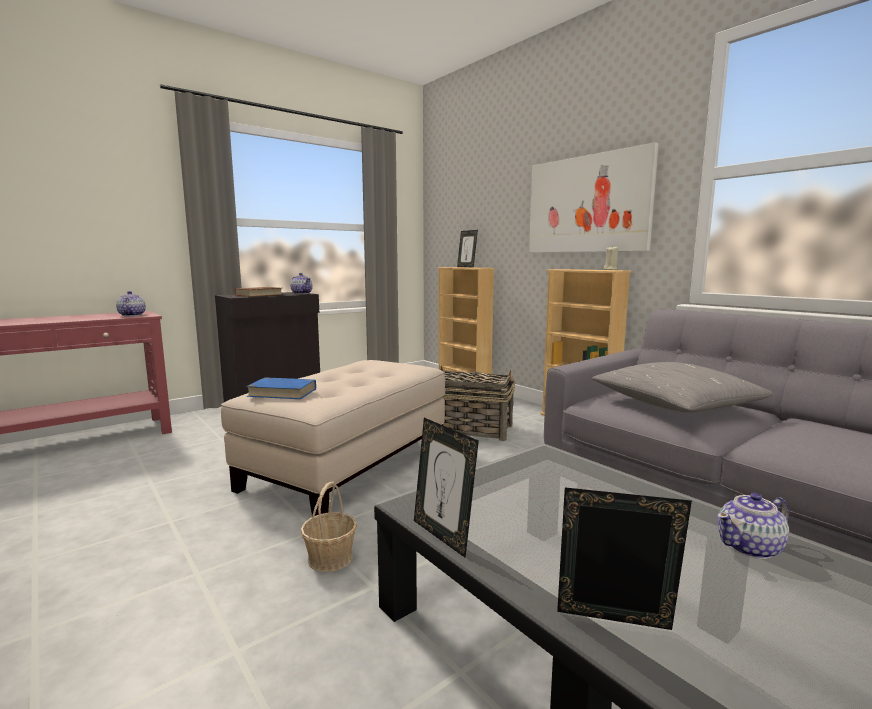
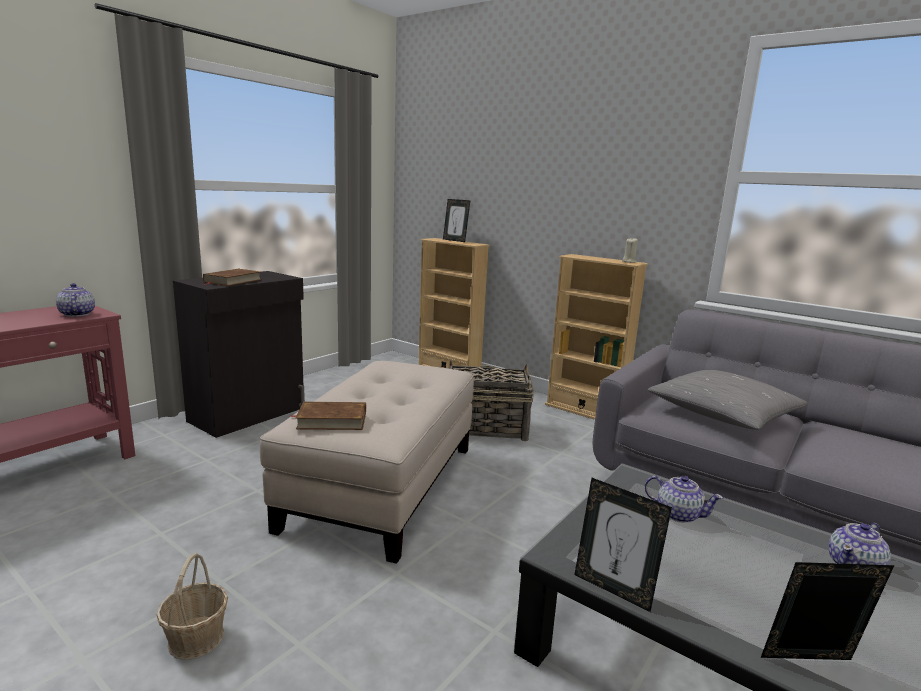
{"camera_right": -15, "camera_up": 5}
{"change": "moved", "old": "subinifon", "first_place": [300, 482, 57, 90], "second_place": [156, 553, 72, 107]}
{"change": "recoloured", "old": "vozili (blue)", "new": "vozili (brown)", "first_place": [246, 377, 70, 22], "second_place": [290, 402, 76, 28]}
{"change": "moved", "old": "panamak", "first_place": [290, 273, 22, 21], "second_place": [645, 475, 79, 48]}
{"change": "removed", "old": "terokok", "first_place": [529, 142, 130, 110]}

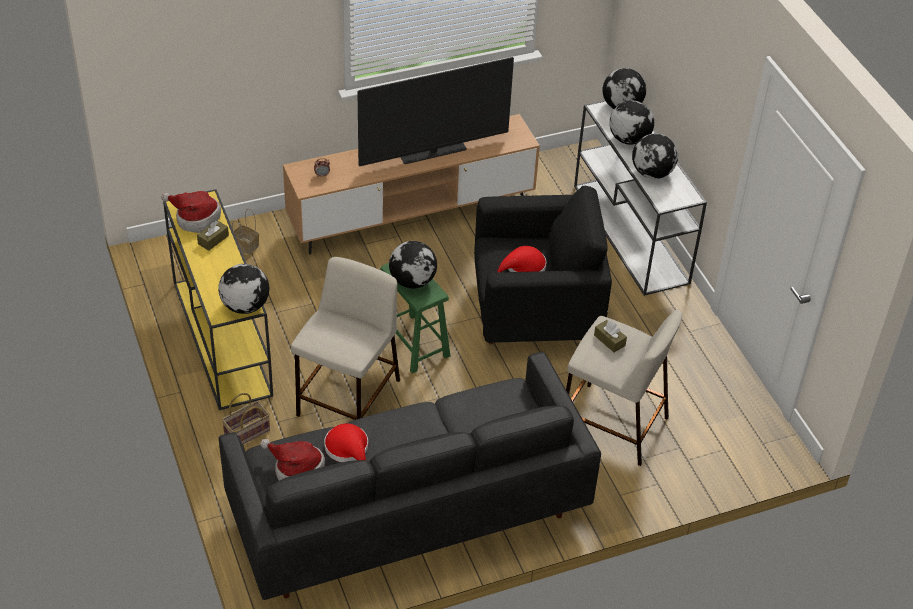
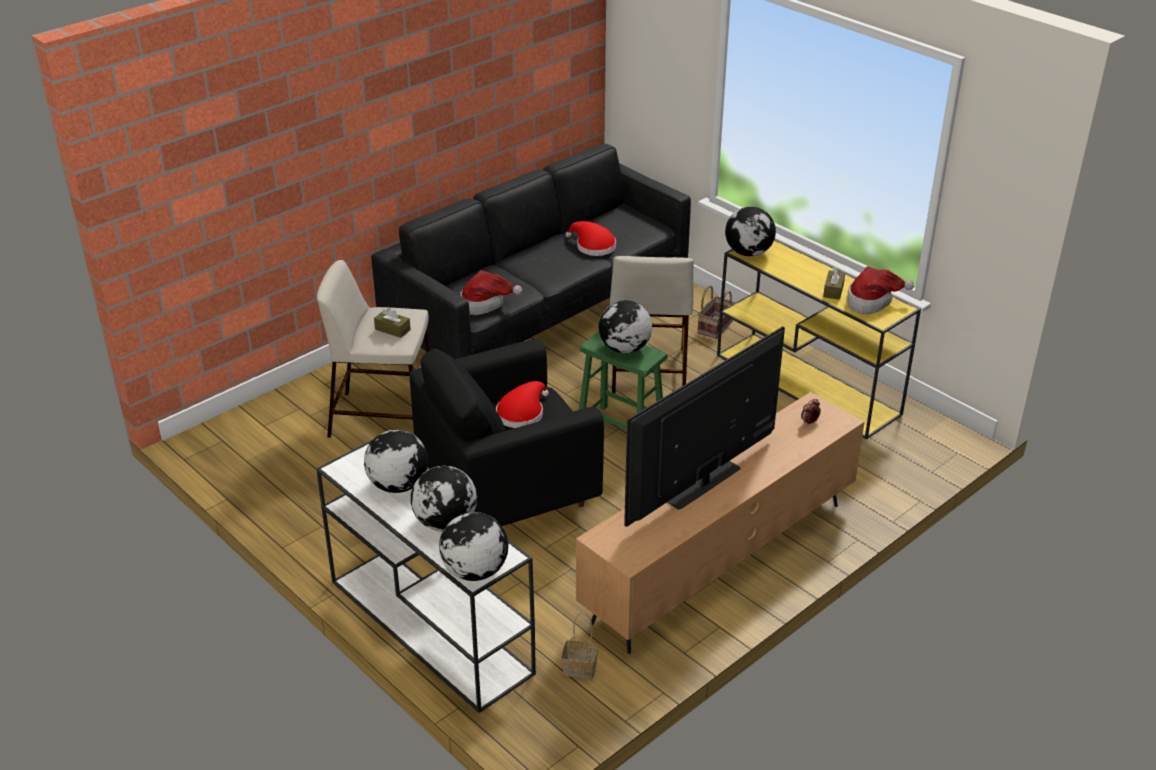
{"camera_right": 160, "camera_up": -10}
{"change": "moved", "old": "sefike", "first_place": [260, 439, 65, 42], "second_place": [460, 270, 62, 45]}
{"change": "moved", "old": "subinifon", "first_place": [232, 209, 27, 46], "second_place": [561, 613, 37, 66]}

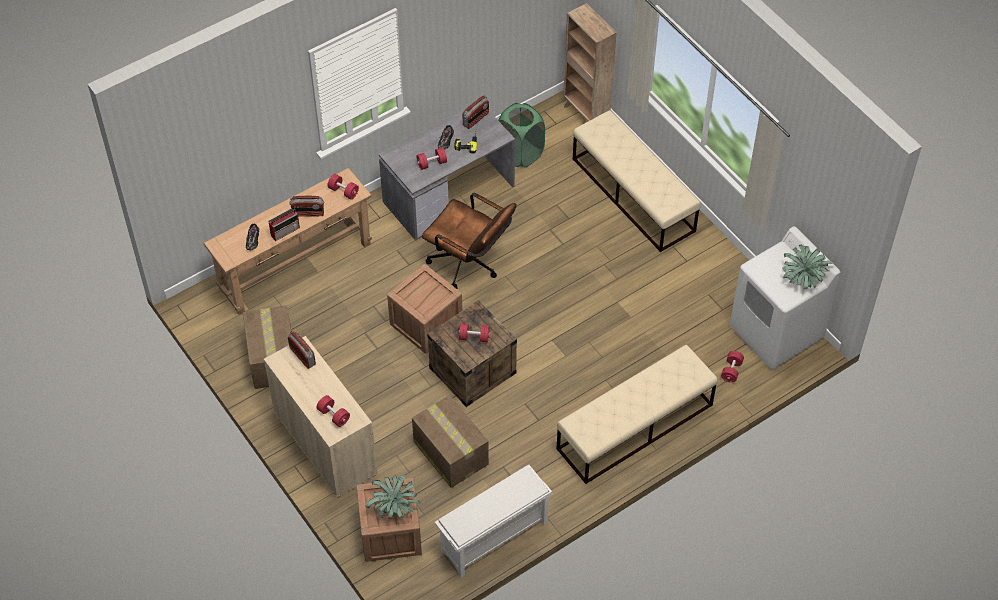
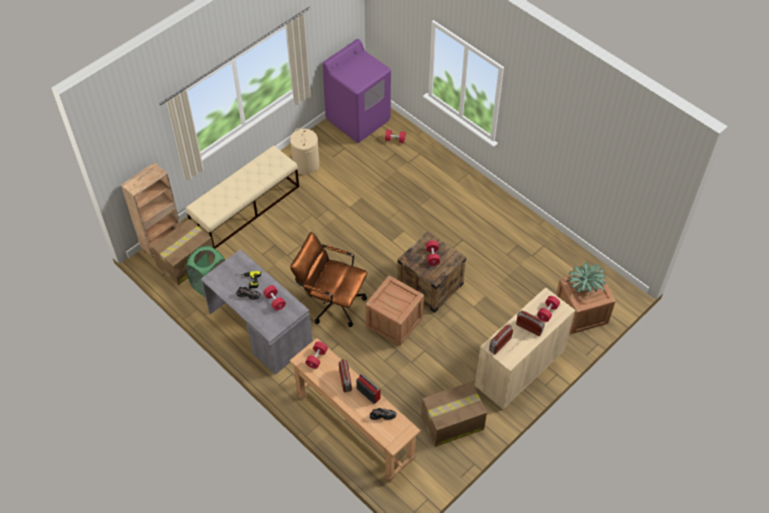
{"camera_right": -100, "camera_up": 0}
{"change": "moved", "old": "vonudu", "first_place": [412, 395, 77, 93], "second_place": [152, 219, 61, 66]}
{"change": "added", "new": "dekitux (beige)", "second_place": [290, 128, 29, 46]}
{"change": "turned", "old": "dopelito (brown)", "first_place": [422, 193, 94, 96], "second_place": [290, 232, 78, 95], "degrees": -90}
{"change": "recoloured", "old": "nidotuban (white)", "new": "nidotuban (purple)", "first_place": [730, 226, 110, 144], "second_place": [323, 39, 68, 104]}
{"change": "moved", "old": "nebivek", "first_place": [463, 95, 26, 34], "second_place": [516, 310, 29, 26]}
{"change": "removed", "old": "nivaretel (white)", "first_place": [435, 465, 117, 112]}
{"change": "removed", "old": "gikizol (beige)", "first_place": [557, 345, 161, 139]}
{"change": "removed", "old": "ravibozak", "first_place": [782, 244, 53, 45]}

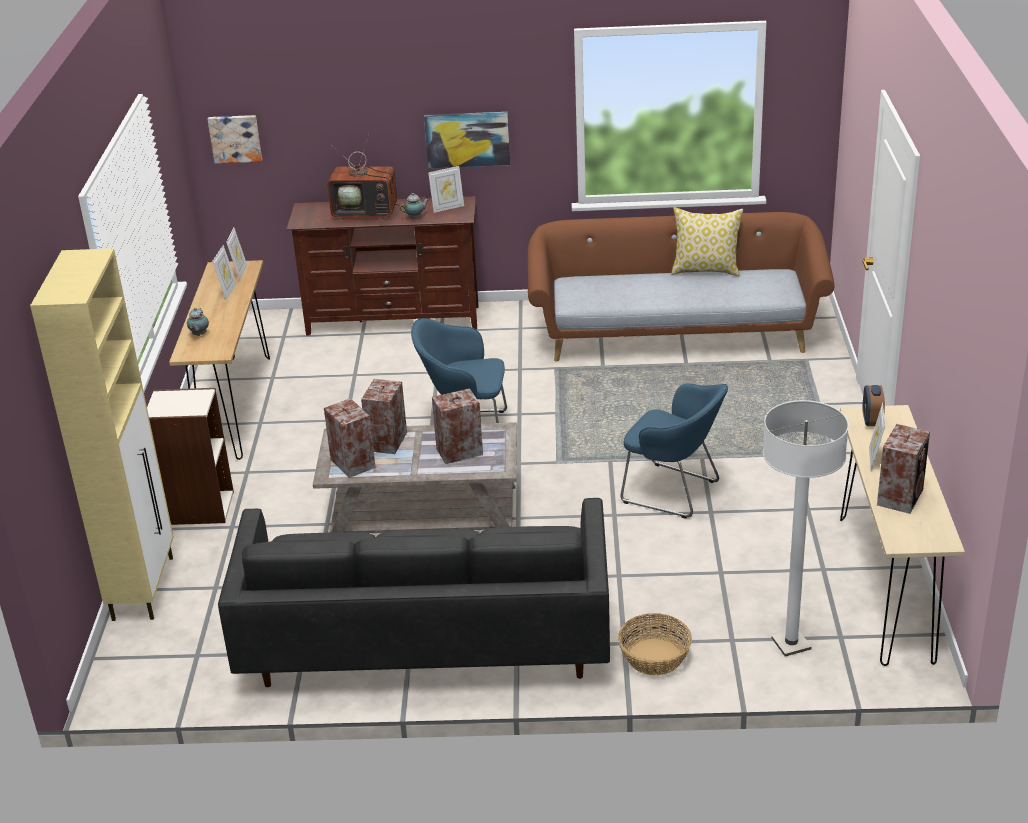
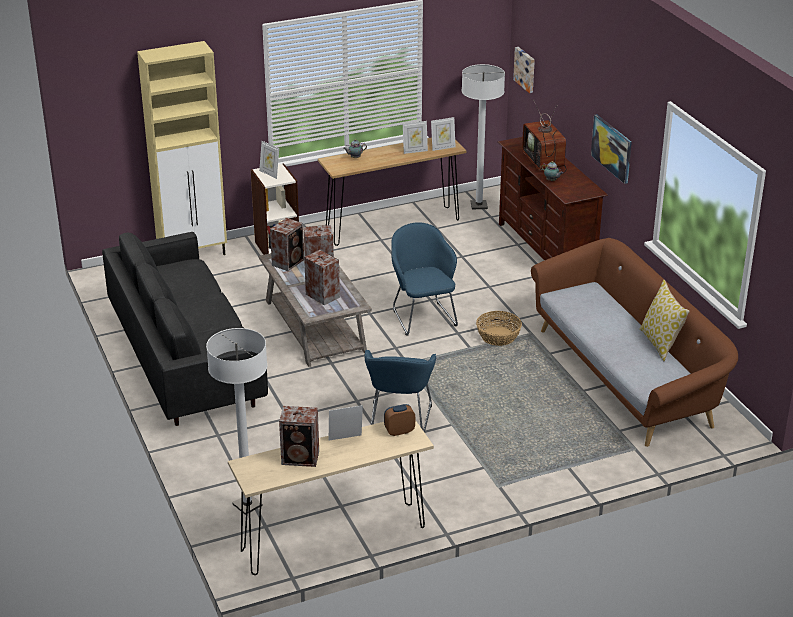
{"camera_right": 65, "camera_up": 0}
{"change": "moved", "old": "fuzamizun", "first_place": [428, 166, 36, 47], "second_place": [259, 141, 20, 38]}
{"change": "added", "new": "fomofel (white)", "second_place": [462, 64, 43, 145]}
{"change": "moved", "old": "subinifon", "first_place": [618, 613, 74, 62], "second_place": [476, 311, 46, 35]}

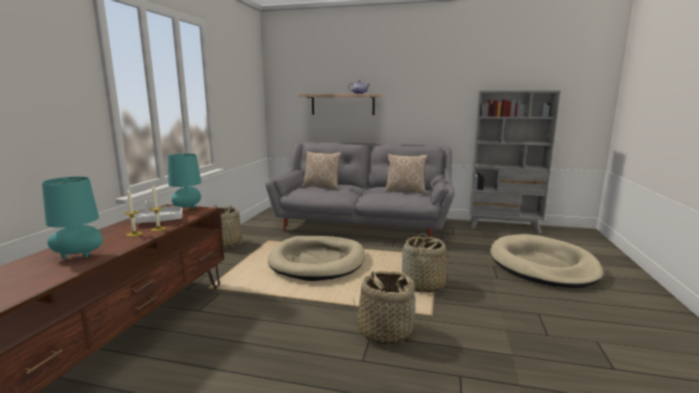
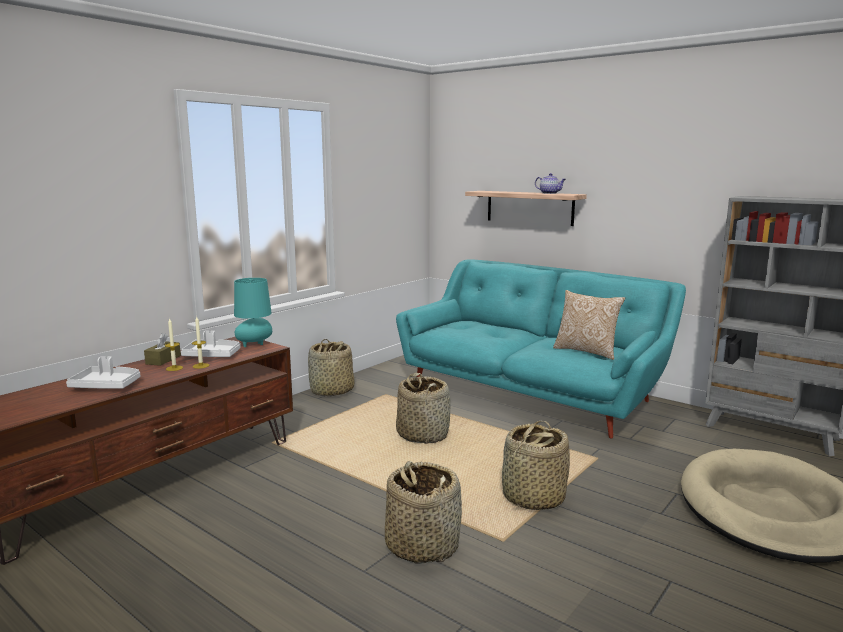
{"camera_right": 25, "camera_up": 0}
{"change": "replaced", "old": "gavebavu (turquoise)", "new": "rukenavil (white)", "first_place": [42, 177, 61, 82], "second_place": [66, 356, 74, 33]}
{"change": "added", "new": "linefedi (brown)", "second_place": [144, 333, 37, 33]}
{"change": "recoloured", "old": "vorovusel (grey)", "new": "vorovusel (turquoise)", "first_place": [266, 142, 189, 95], "second_place": [396, 259, 290, 180]}
{"change": "replaced", "old": "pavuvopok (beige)", "new": "subinifon", "first_place": [268, 236, 97, 45], "second_place": [396, 373, 55, 71]}
{"change": "removed", "old": "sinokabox", "first_place": [302, 151, 40, 39]}

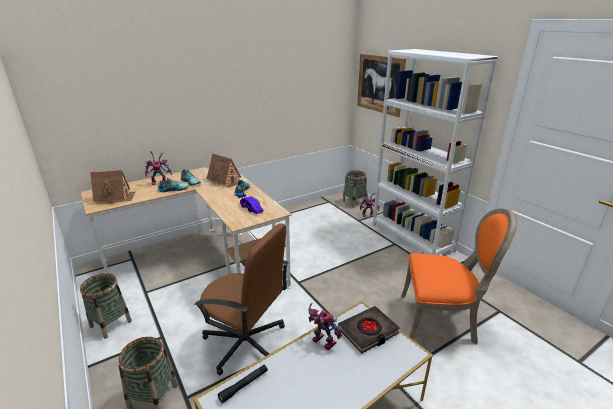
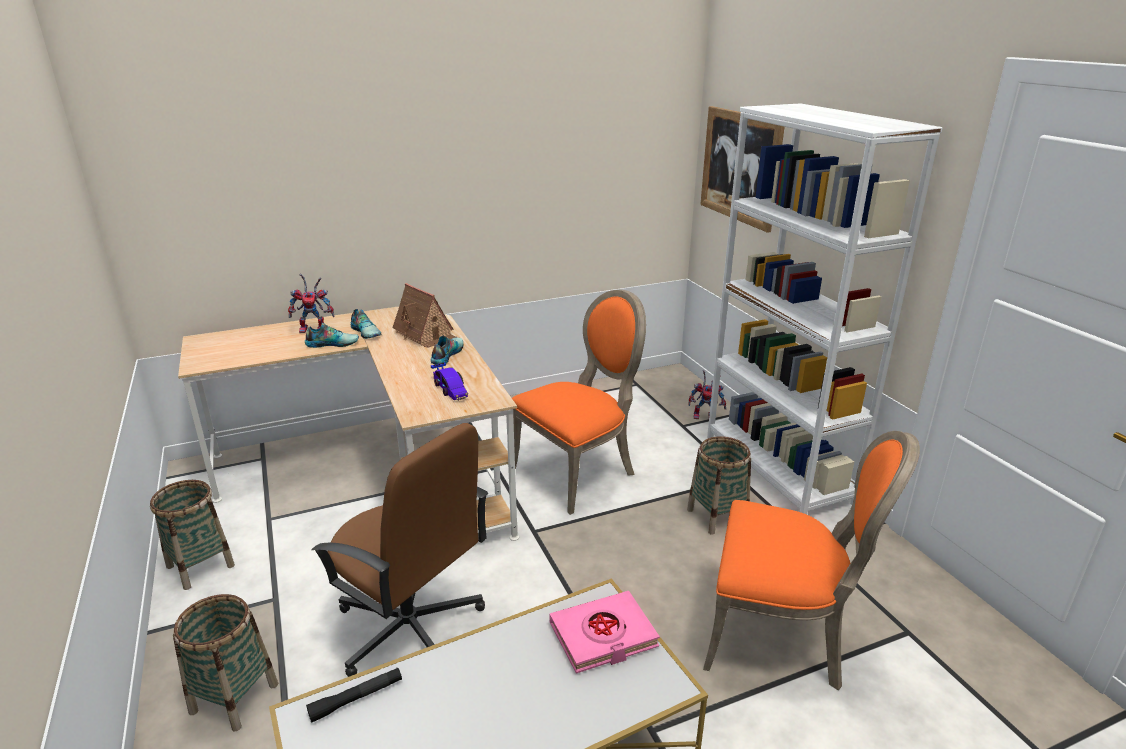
{"camera_right": 10, "camera_up": 0}
{"change": "added", "new": "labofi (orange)", "second_place": [512, 290, 134, 225]}
{"change": "recoloured", "old": "vozili (black)", "new": "vozili (pink)", "first_place": [338, 306, 62, 47], "second_place": [549, 591, 111, 83]}
{"change": "moved", "old": "subinifon", "first_place": [342, 170, 25, 38], "second_place": [687, 436, 64, 98]}
{"change": "removed", "old": "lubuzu", "first_place": [90, 170, 45, 34]}
{"change": "removed", "old": "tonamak", "first_place": [308, 303, 34, 47]}

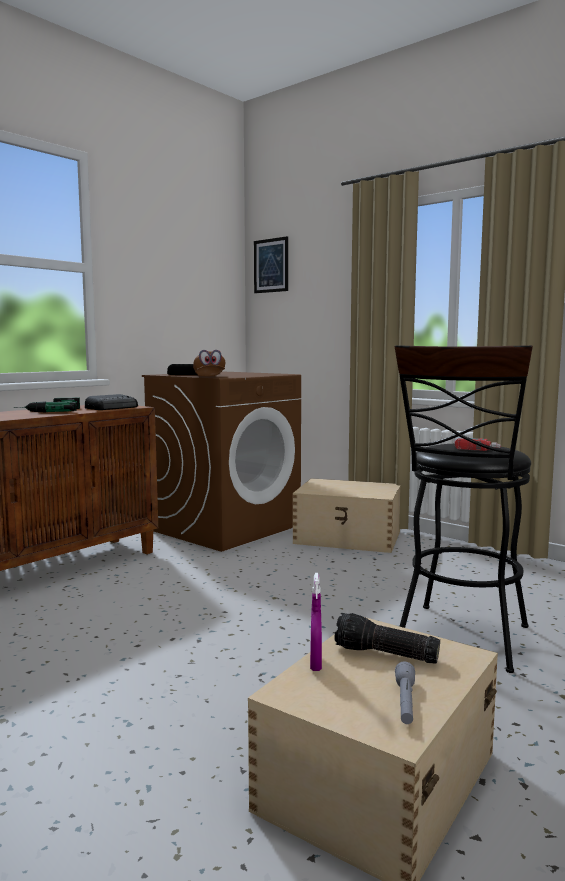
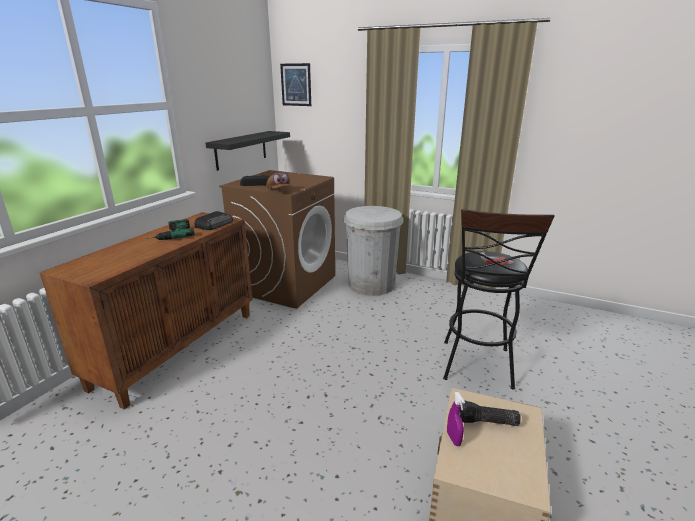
{"camera_right": -15, "camera_up": 15}
{"change": "added", "new": "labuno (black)", "second_place": [206, 131, 84, 40]}
{"change": "replaced", "old": "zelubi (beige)", "new": "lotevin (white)", "first_place": [293, 478, 107, 75], "second_place": [343, 206, 60, 90]}
{"change": "removed", "old": "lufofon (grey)", "first_place": [395, 662, 20, 62]}

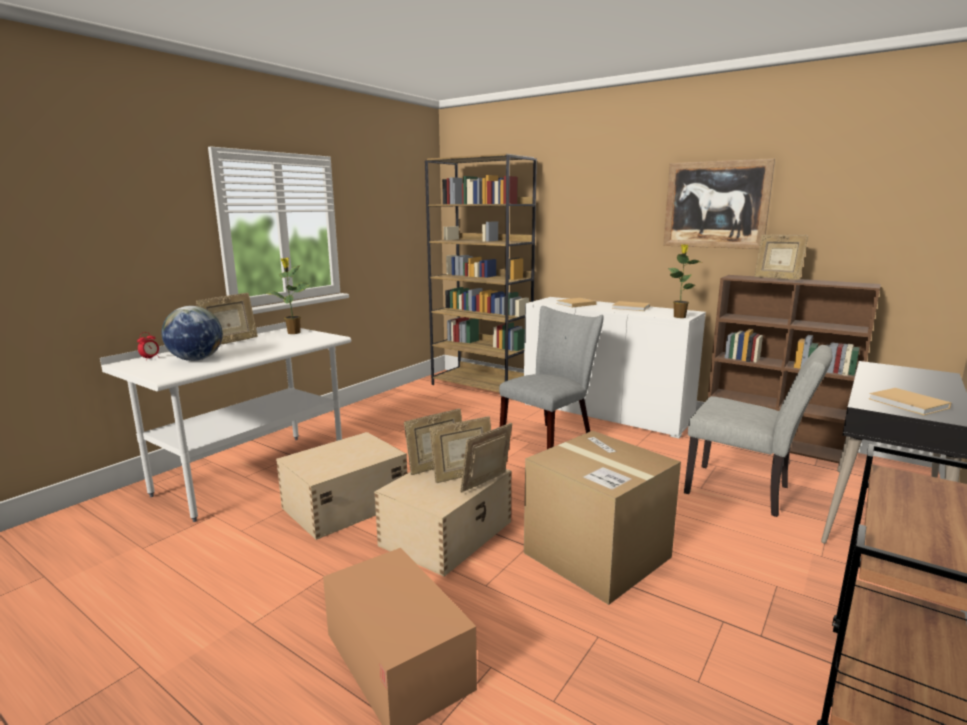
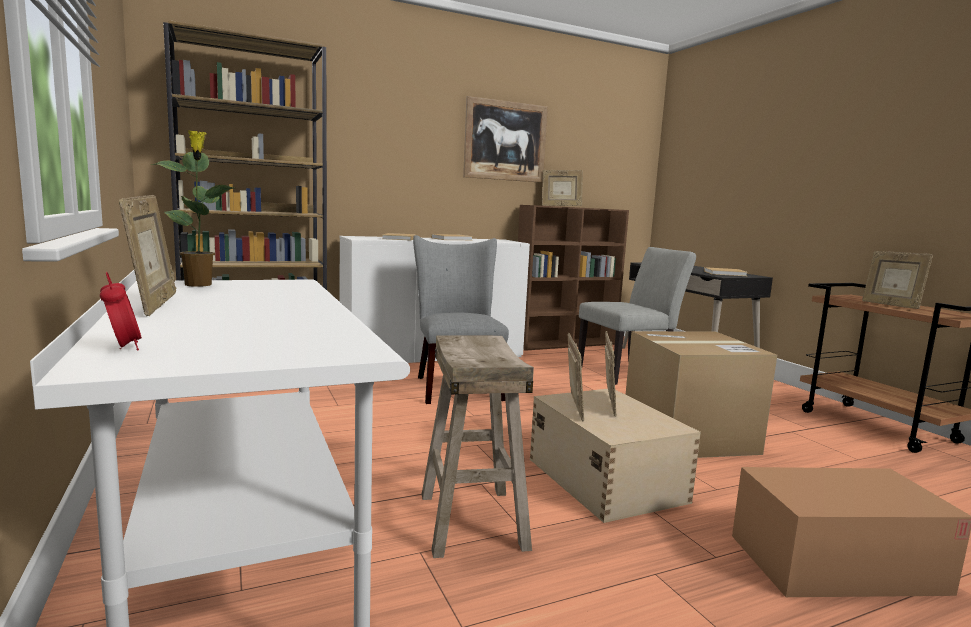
{"camera_right": -60, "camera_up": -5}
{"change": "replaced", "old": "zelubi (beige)", "new": "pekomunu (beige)", "first_place": [276, 432, 131, 108], "second_place": [422, 336, 112, 222]}
{"change": "moved", "old": "fuzamizun", "first_place": [460, 423, 52, 70], "second_place": [862, 251, 71, 58]}
{"change": "removed", "old": "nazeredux", "first_place": [161, 306, 62, 55]}
{"change": "removed", "old": "ravibozak", "first_place": [668, 244, 32, 74]}

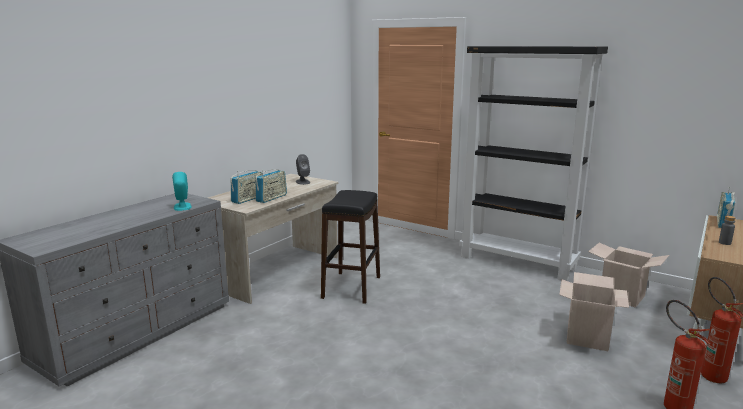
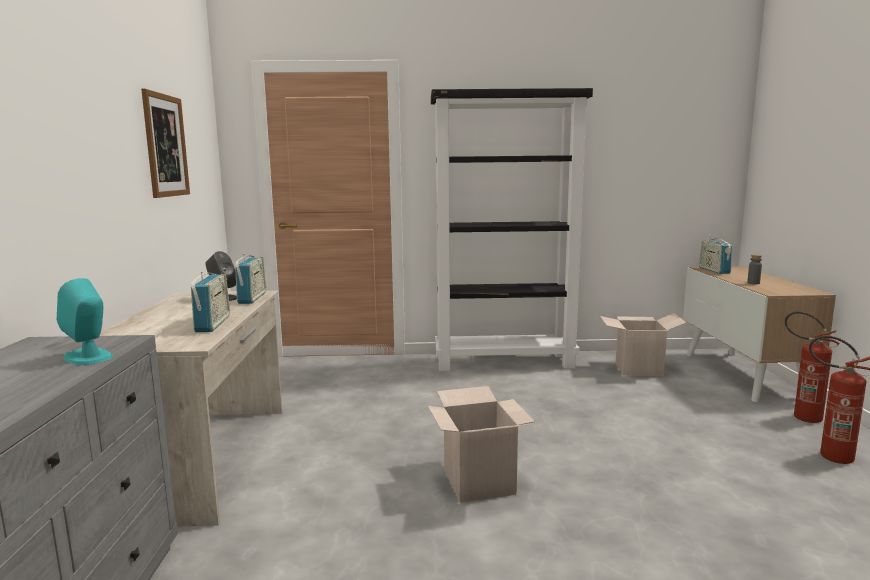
{"camera_right": -35, "camera_up": -5}
{"change": "added", "new": "terokok", "second_place": [141, 89, 49, 109]}
{"change": "moved", "old": "nebivek", "first_place": [231, 170, 31, 34], "second_place": [235, 254, 31, 50]}
{"change": "moved", "old": "vonudu", "first_place": [559, 272, 70, 79], "second_place": [428, 386, 107, 117]}
{"change": "removed", "old": "pekomunu (black)", "first_place": [321, 190, 59, 114]}

